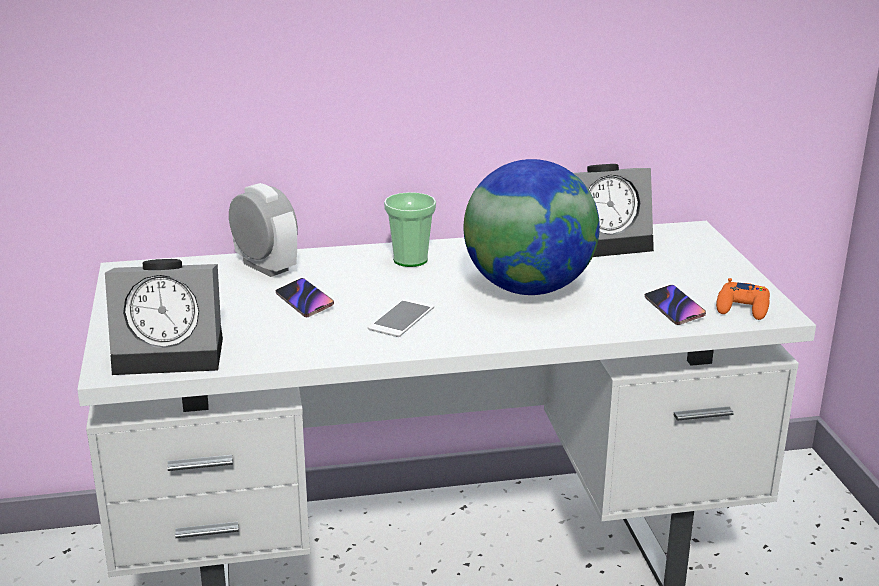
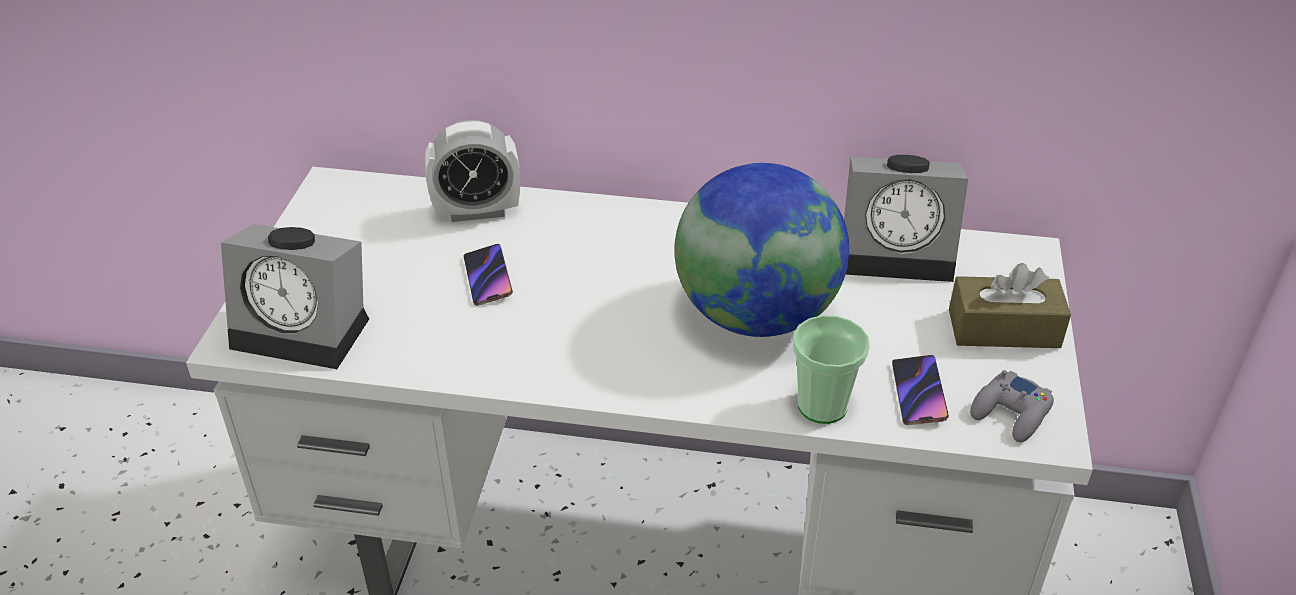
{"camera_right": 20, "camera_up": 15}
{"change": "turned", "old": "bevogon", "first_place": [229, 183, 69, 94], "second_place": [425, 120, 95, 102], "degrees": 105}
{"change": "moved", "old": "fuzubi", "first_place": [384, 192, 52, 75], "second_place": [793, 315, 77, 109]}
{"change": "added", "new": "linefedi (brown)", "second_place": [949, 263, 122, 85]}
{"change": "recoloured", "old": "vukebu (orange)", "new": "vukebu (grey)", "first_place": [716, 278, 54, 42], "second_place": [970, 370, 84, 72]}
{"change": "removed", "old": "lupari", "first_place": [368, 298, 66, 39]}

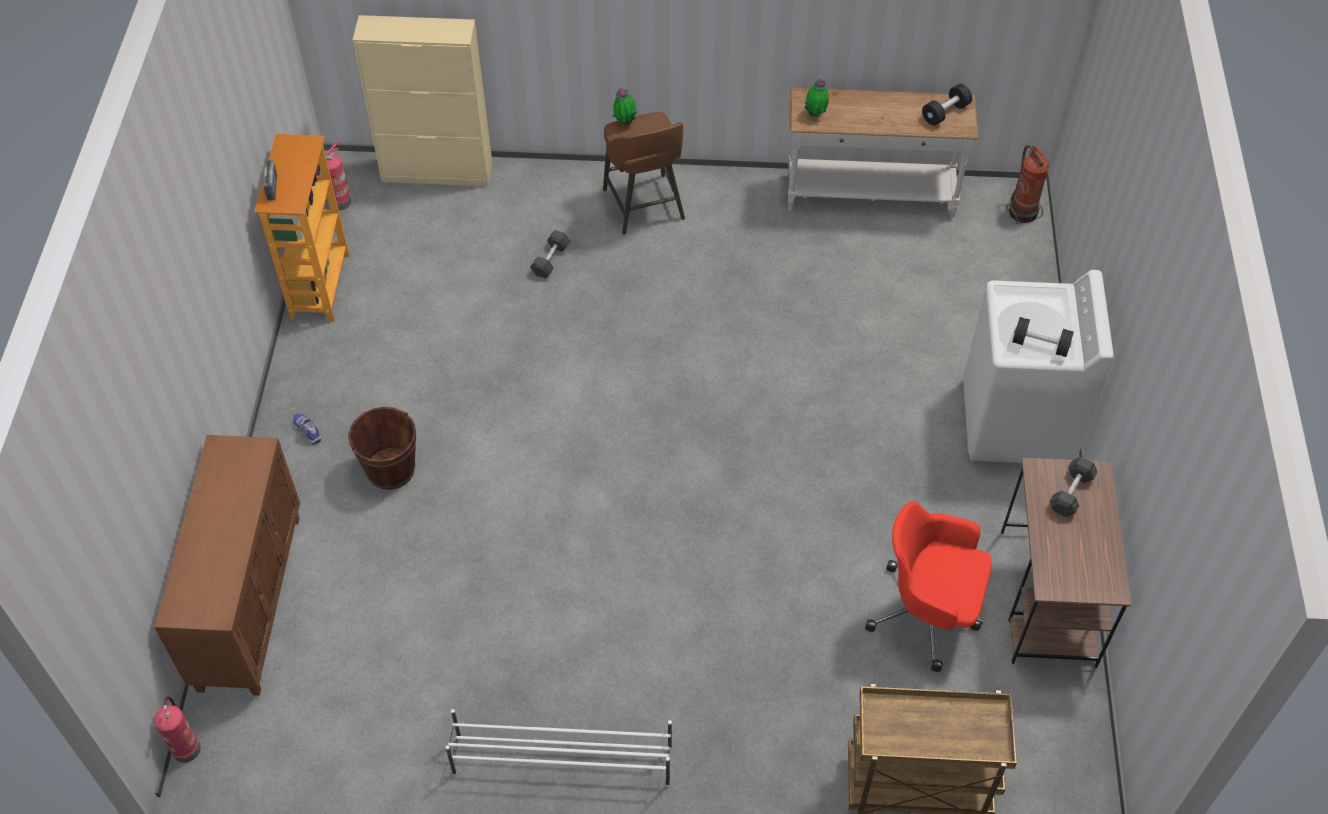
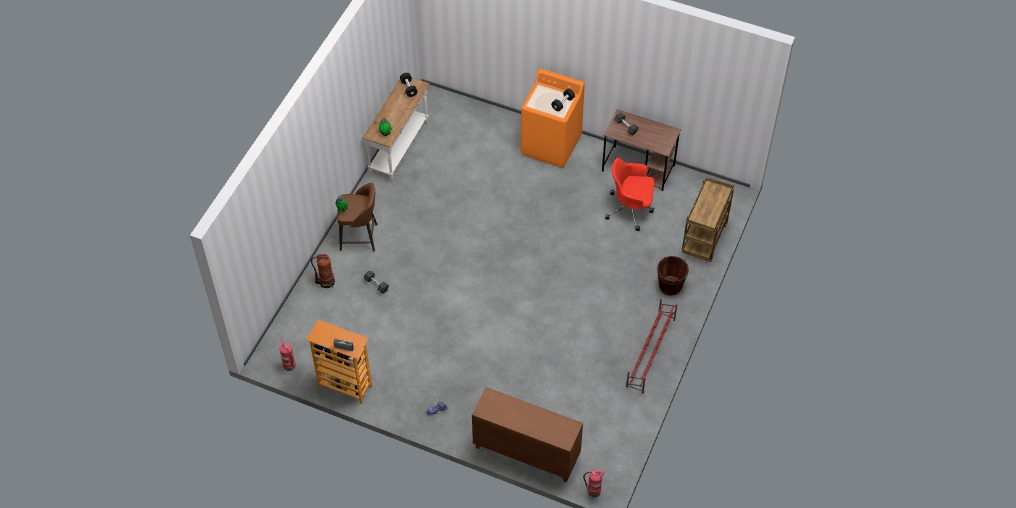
{"camera_right": -70, "camera_up": 0}
{"change": "moved", "old": "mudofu", "first_place": [1006, 145, 44, 79], "second_place": [311, 254, 24, 34]}
{"change": "recoloured", "old": "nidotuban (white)", "new": "nidotuban (orange)", "first_place": [963, 270, 151, 193], "second_place": [521, 69, 64, 99]}
{"change": "turned", "old": "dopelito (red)", "first_place": [865, 501, 127, 171], "second_place": [605, 158, 49, 73], "degrees": 60}
{"change": "recoloured", "old": "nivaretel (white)", "new": "nivaretel (red)", "first_place": [446, 709, 226, 78], "second_place": [626, 299, 52, 95]}
{"change": "moved", "old": "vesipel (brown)", "first_place": [348, 407, 68, 83], "second_place": [657, 256, 32, 39]}
{"change": "removed", "old": "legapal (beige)", "first_place": [353, 15, 139, 171]}

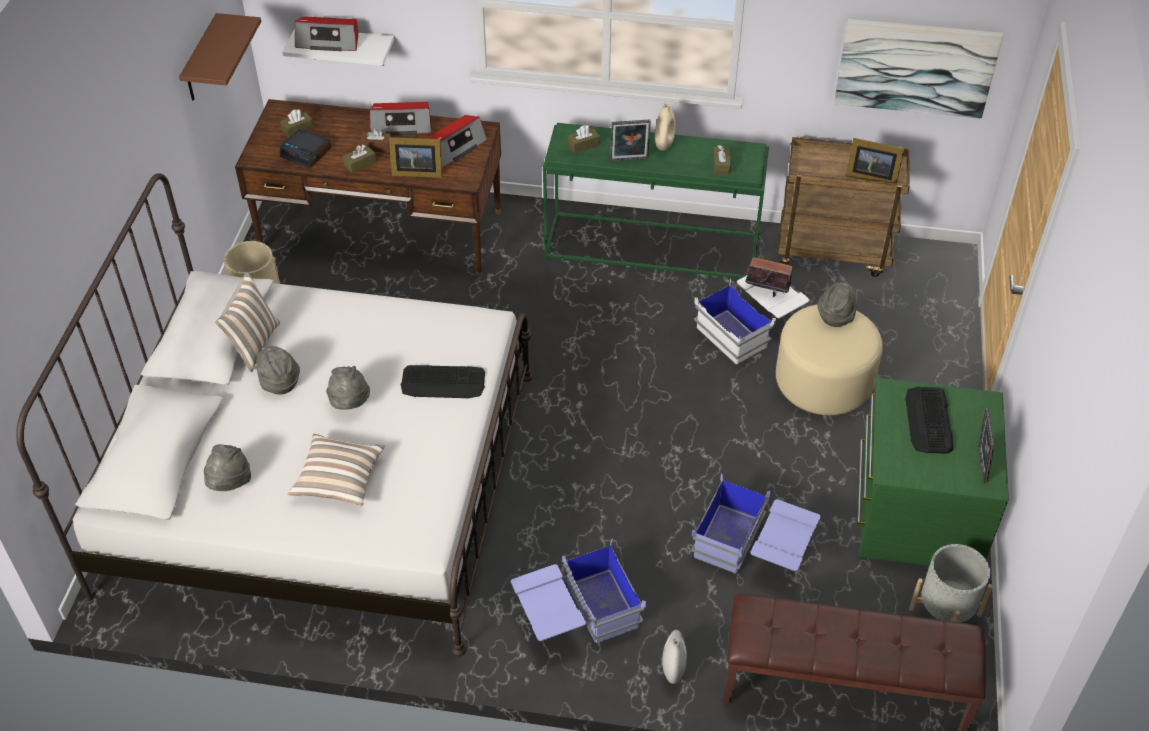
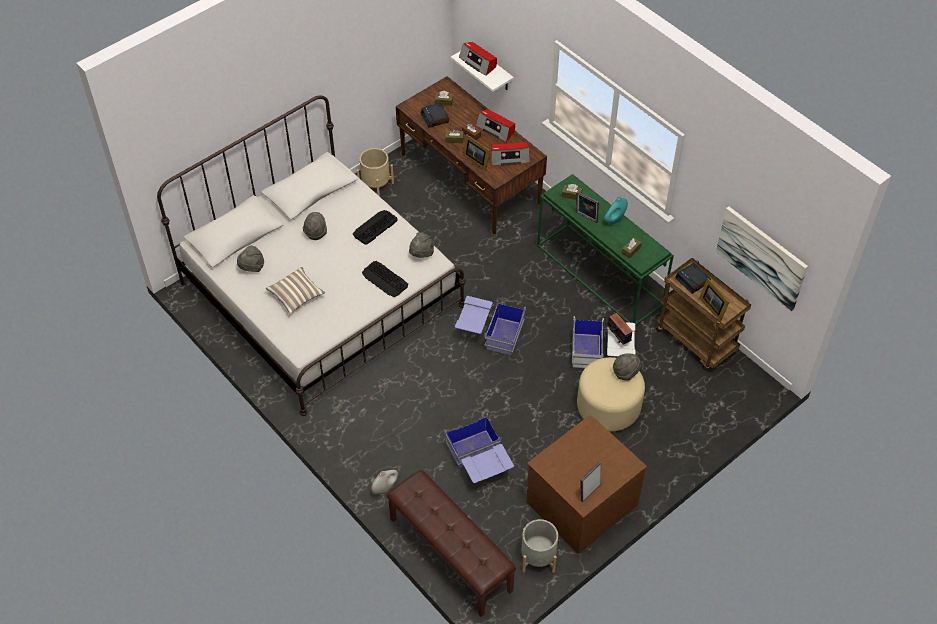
{"camera_right": 40, "camera_up": 5}
{"change": "moved", "old": "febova", "first_place": [905, 387, 48, 67], "second_place": [353, 210, 45, 35]}
{"change": "moved", "old": "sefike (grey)", "first_place": [326, 366, 44, 44], "second_place": [409, 232, 25, 26]}
{"change": "moved", "old": "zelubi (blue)", "first_place": [511, 539, 135, 104], "second_place": [455, 296, 71, 59]}
{"change": "recoloured", "old": "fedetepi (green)", "new": "fedetepi (brown)", "first_place": [857, 378, 152, 188], "second_place": [526, 415, 121, 139]}
{"change": "recoloured", "old": "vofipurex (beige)", "new": "vofipurex (turquoise)", "first_place": [655, 103, 21, 48], "second_place": [604, 197, 24, 27]}
{"change": "added", "new": "bevogon", "second_place": [675, 263, 36, 31]}
{"change": "removed", "old": "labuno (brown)", "first_place": [179, 13, 82, 88]}
{"change": "removed", "old": "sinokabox", "first_place": [215, 272, 65, 100]}

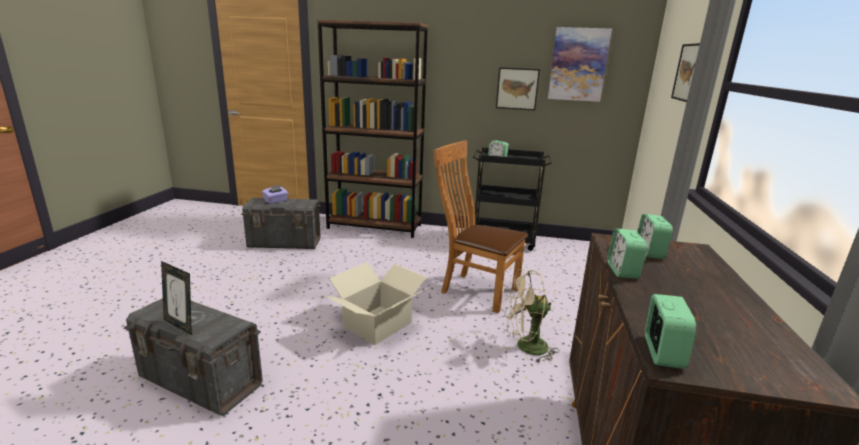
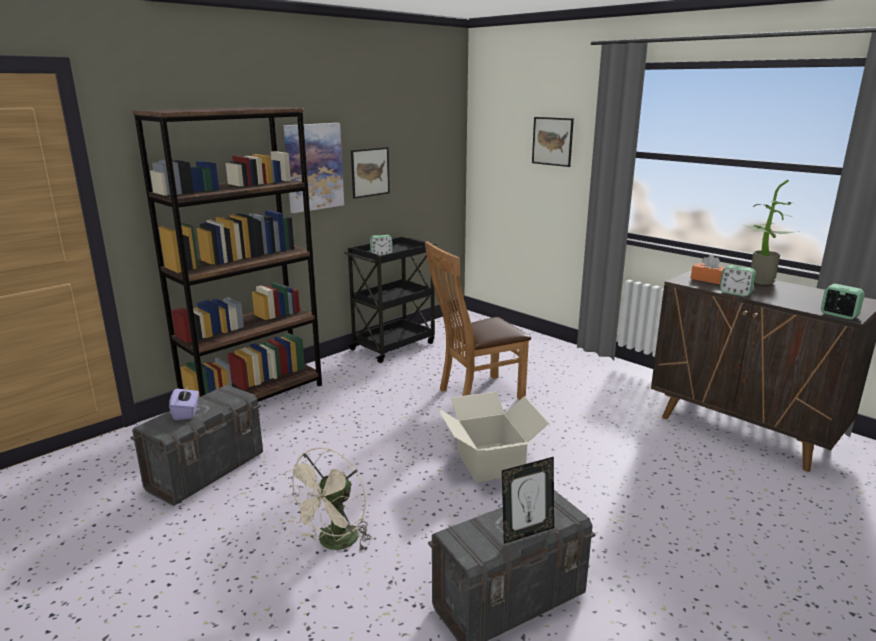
{"camera_right": -55, "camera_up": 0}
{"change": "moved", "old": "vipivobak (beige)", "first_place": [504, 269, 55, 94], "second_place": [283, 447, 89, 104]}
{"change": "moved", "old": "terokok", "first_place": [548, 27, 64, 75], "second_place": [284, 123, 60, 90]}
{"change": "replaced", "old": "bevogon", "new": "linefedi (orange)", "first_place": [637, 214, 36, 45], "second_place": [691, 255, 34, 29]}
{"change": "added", "new": "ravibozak", "second_place": [743, 180, 57, 105]}

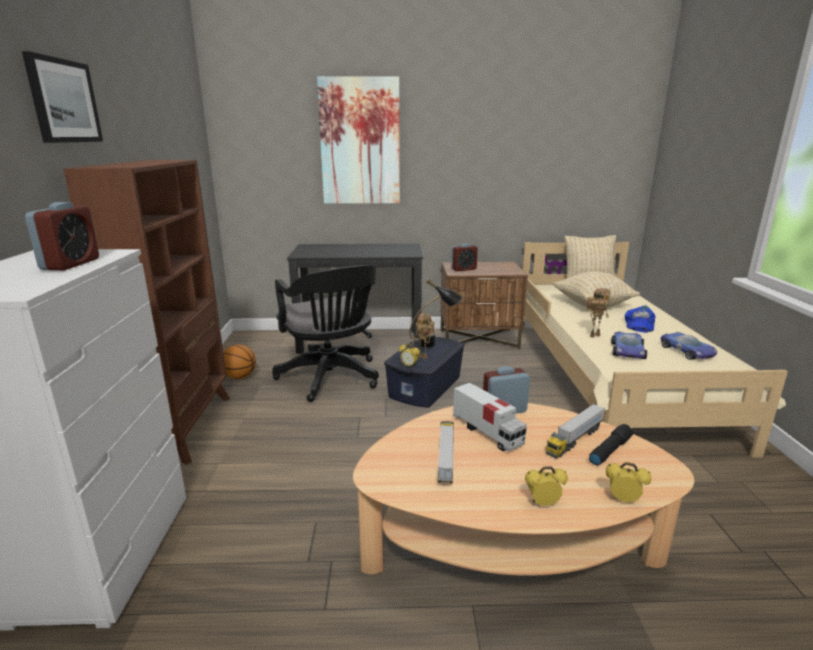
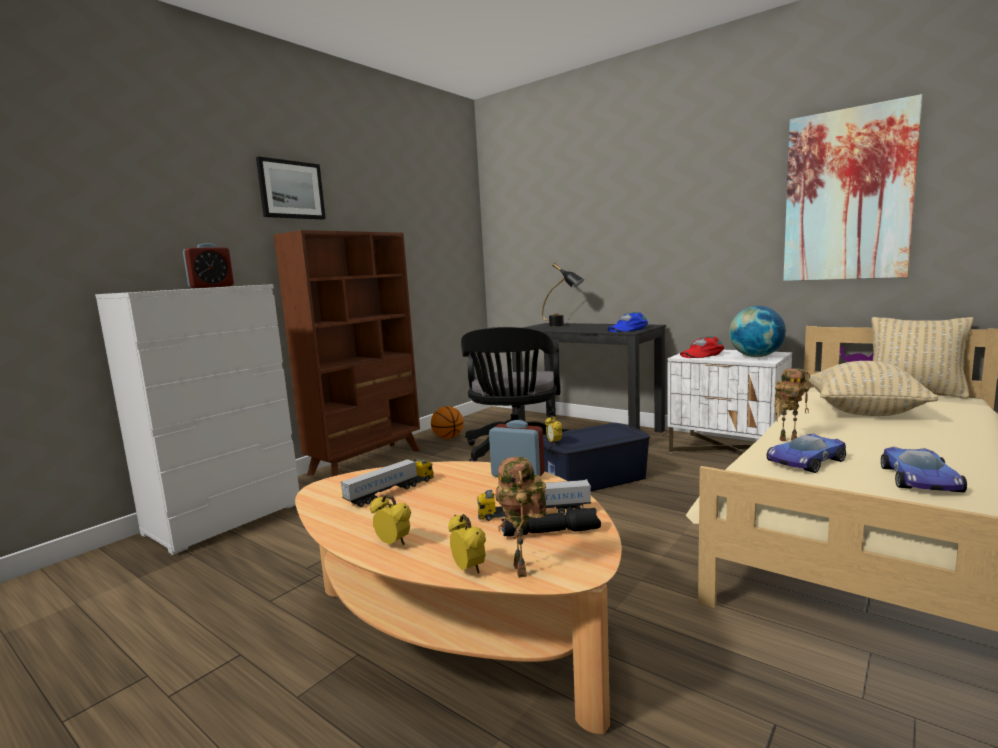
{"camera_right": 40, "camera_up": -10}
{"change": "moved", "old": "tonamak", "first_place": [412, 313, 23, 46], "second_place": [495, 457, 52, 121]}
{"change": "moved", "old": "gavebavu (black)", "first_place": [409, 279, 53, 69], "second_place": [542, 263, 42, 63]}
{"change": "moved", "old": "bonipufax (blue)", "first_place": [624, 305, 32, 28], "second_place": [608, 312, 40, 20]}
{"change": "recoloured", "old": "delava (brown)", "new": "delava (white)", "first_place": [441, 262, 87, 87], "second_place": [668, 350, 124, 105]}
{"change": "replaced", "old": "bevogon", "new": "bonipufax (red)", "first_place": [451, 243, 27, 28], "second_place": [680, 336, 44, 22]}
{"change": "added", "new": "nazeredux", "second_place": [729, 306, 57, 51]}
{"change": "moved", "old": "terokok", "first_place": [317, 76, 83, 128], "second_place": [783, 94, 140, 187]}
{"change": "removed", "old": "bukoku", "first_place": [453, 383, 74, 69]}

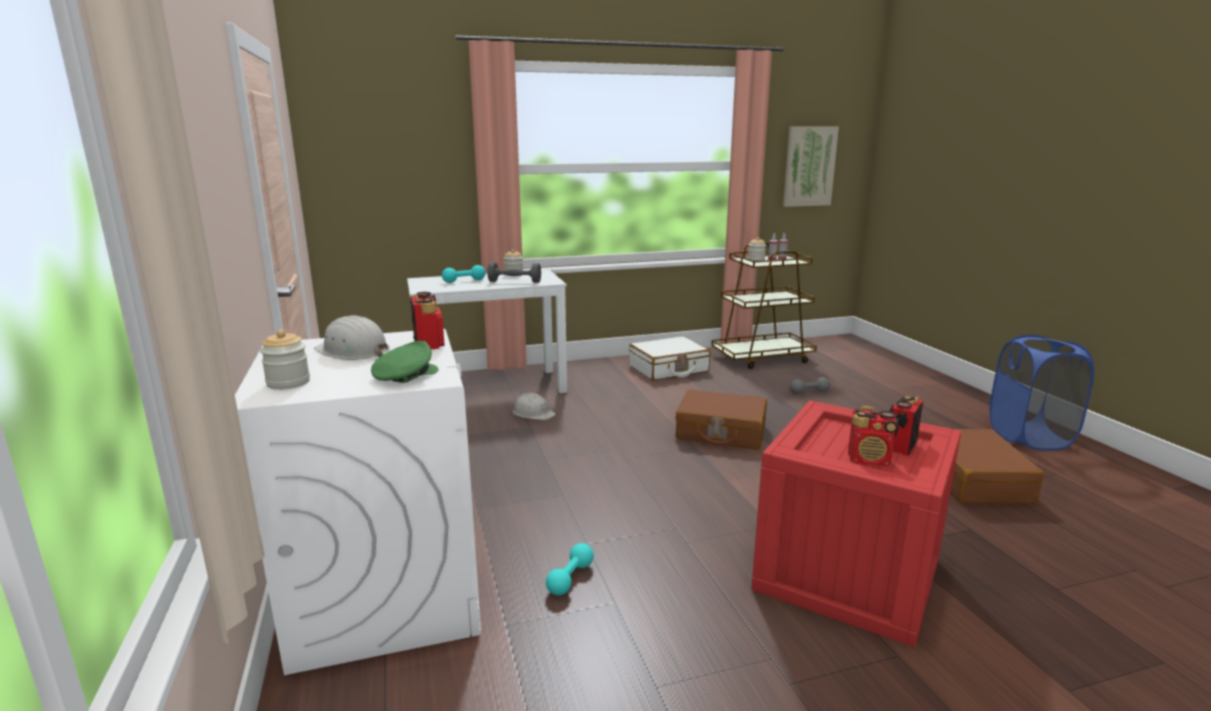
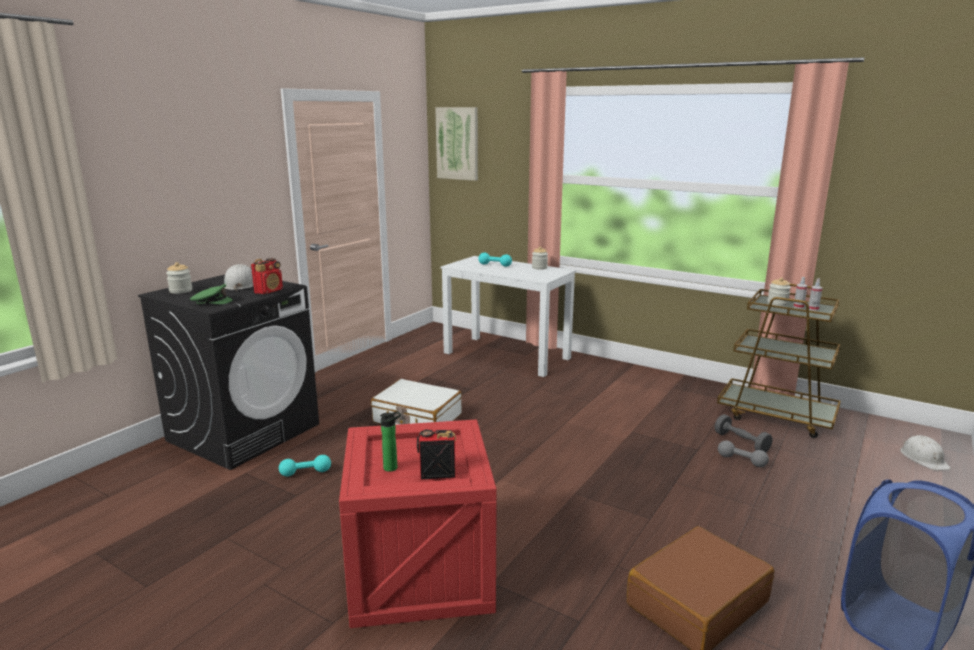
{"camera_right": 50, "camera_up": 0}
{"change": "recoloured", "old": "nidotuban (white)", "new": "nidotuban (black)", "first_place": [235, 328, 246, 347], "second_place": [138, 275, 181, 195]}
{"change": "moved", "old": "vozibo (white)", "first_place": [629, 336, 81, 44], "second_place": [371, 379, 91, 46]}
{"change": "replaced", "old": "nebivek", "new": "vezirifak", "first_place": [848, 406, 51, 61], "second_place": [380, 411, 21, 61]}
{"change": "moved", "old": "terokok", "first_place": [783, 126, 56, 81], "second_place": [435, 107, 43, 74]}
{"change": "moved", "old": "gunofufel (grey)", "first_place": [487, 262, 54, 21], "second_place": [715, 414, 58, 38]}
{"change": "moved", "old": "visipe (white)", "first_place": [513, 393, 43, 27], "second_place": [900, 435, 51, 36]}
{"change": "removed", "old": "vozibo (brown)", "first_place": [676, 389, 91, 61]}

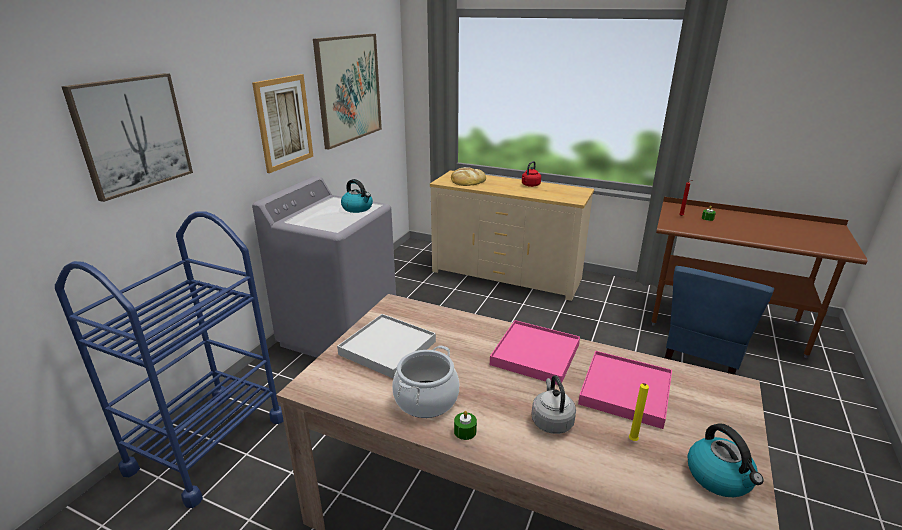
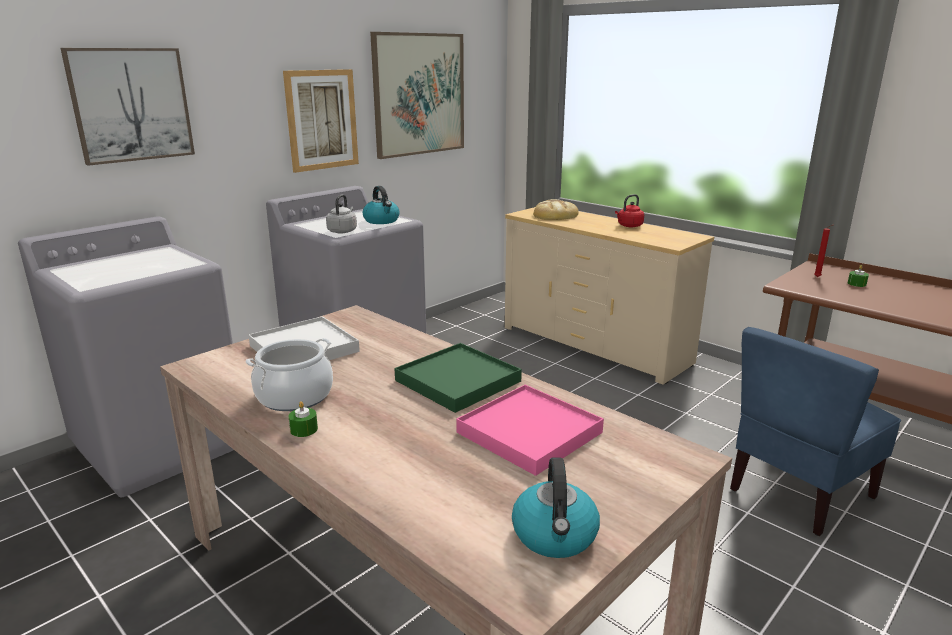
{"camera_right": 20, "camera_up": -5}
{"change": "replaced", "old": "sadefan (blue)", "new": "nidotuban (grey)", "first_place": [55, 211, 229, 297], "second_place": [18, 216, 216, 281]}
{"change": "moved", "old": "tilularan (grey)", "first_place": [531, 375, 45, 59], "second_place": [326, 194, 31, 39]}
{"change": "recoloured", "old": "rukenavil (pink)", "new": "rukenavil (green)", "first_place": [490, 320, 90, 65], "second_place": [395, 343, 127, 70]}
{"change": "removed", "old": "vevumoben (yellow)", "first_place": [629, 383, 20, 58]}

